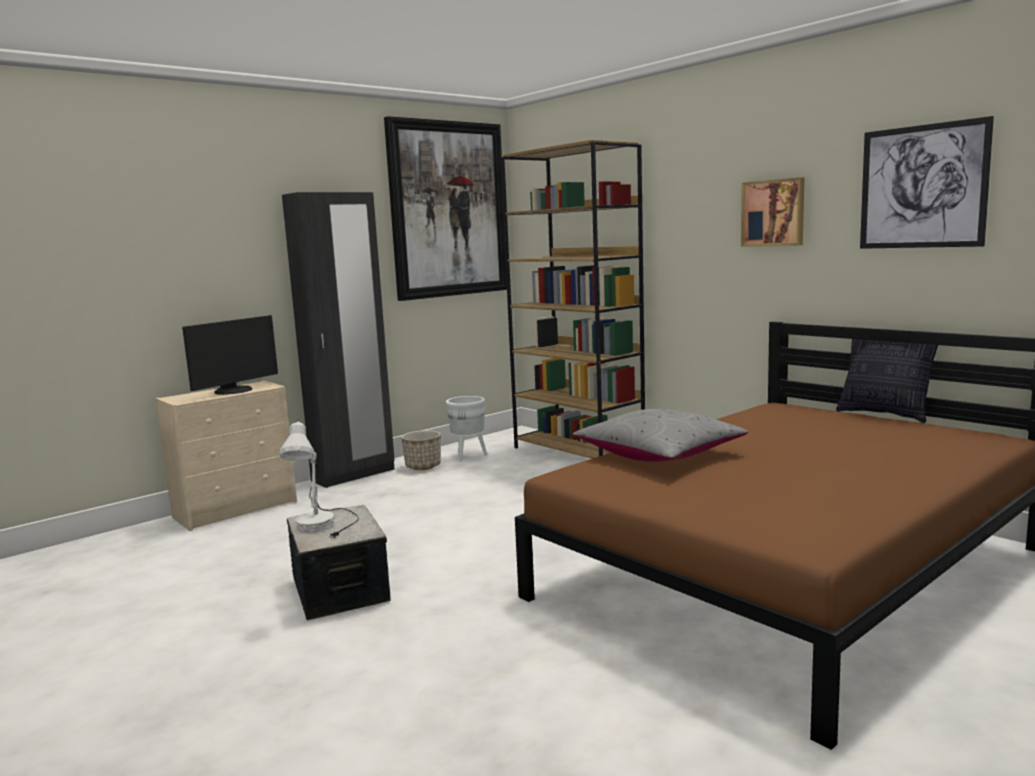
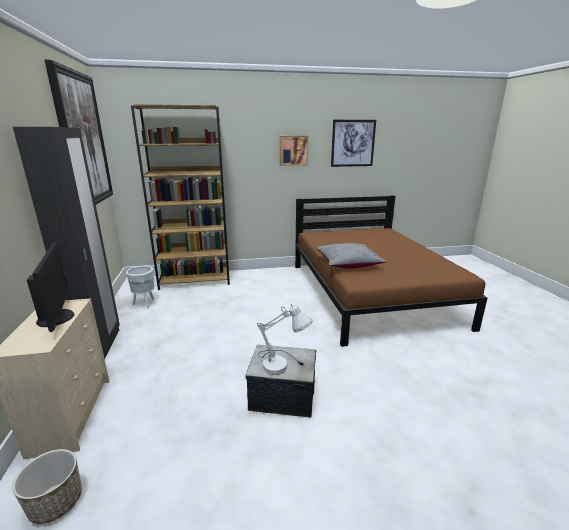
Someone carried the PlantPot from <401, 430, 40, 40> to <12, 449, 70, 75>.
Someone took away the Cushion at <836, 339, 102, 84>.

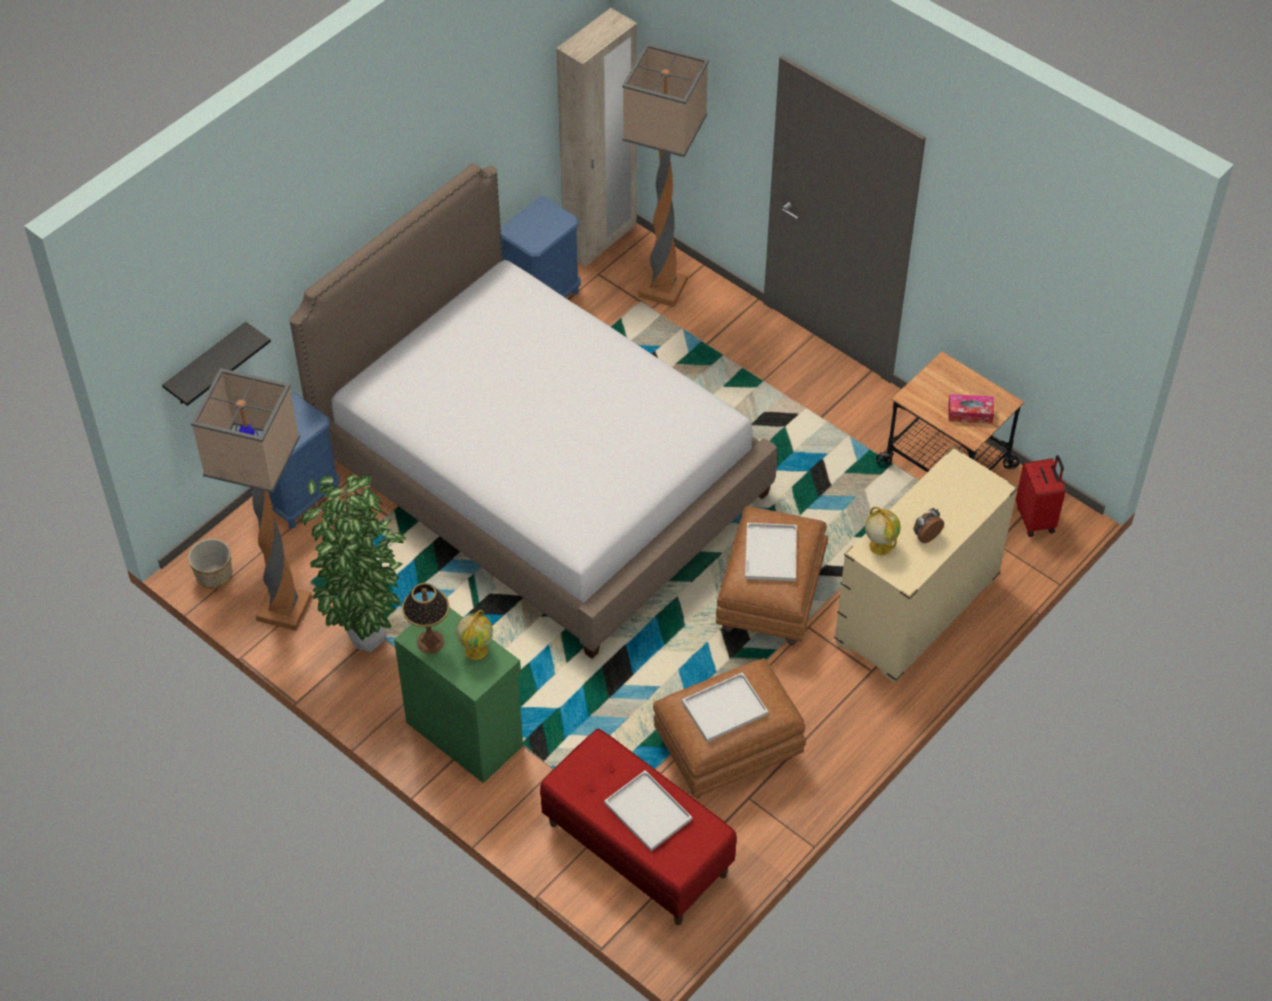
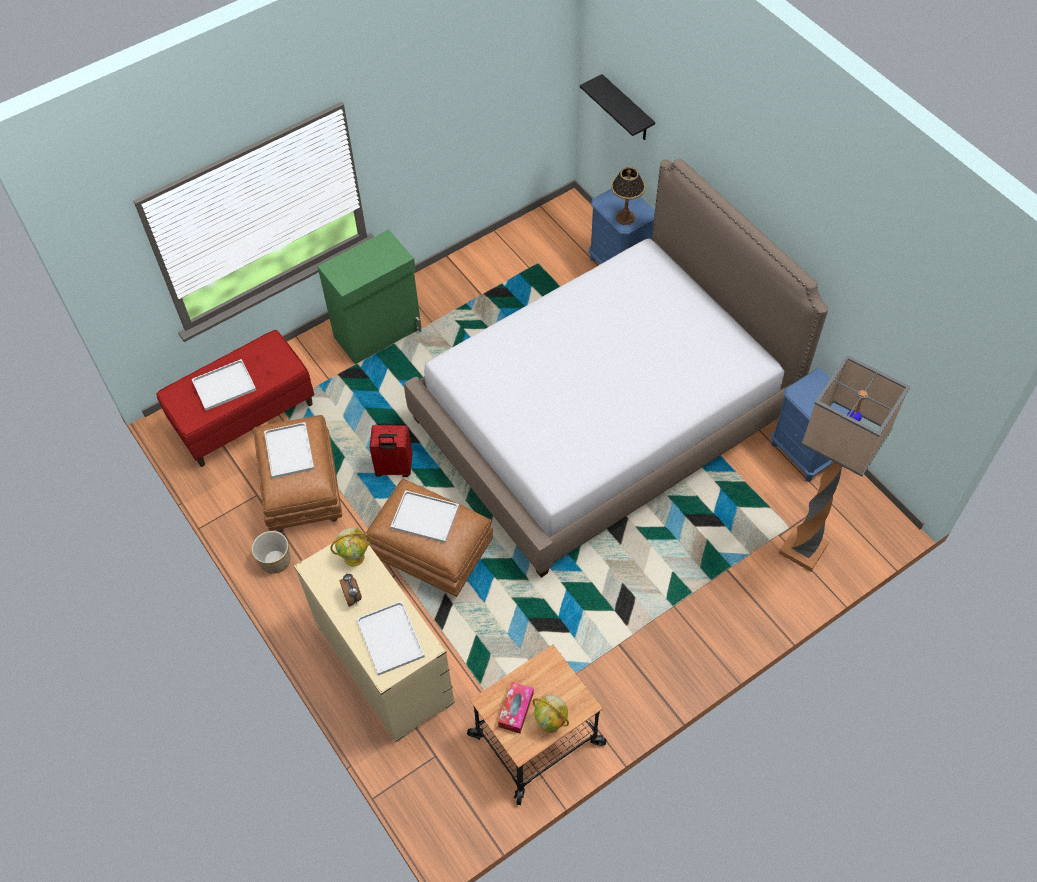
Someone carried the PlantPot from <188, 539, 44, 50> to <252, 531, 38, 43>.
Someone took away the FloorLamp at <191, 368, 121, 263>.
Someone took away the PottedPlant at <301, 475, 105, 177>.
Someone carried the TableLamp from <402, 583, 48, 71> to <611, 167, 35, 58>.
Someone carried the WorldGlobe from <457, 610, 36, 50> to <532, 696, 37, 37>.
Someone took away the SandColouredWardrobe at <556, 8, 81, 259>.
Someone carried the RedColouredTravelCase from <1016, 455, 50, 82> to <369, 425, 44, 52>.
Someone put down the WhitishServingTray at <356, 601, 69, 75>.

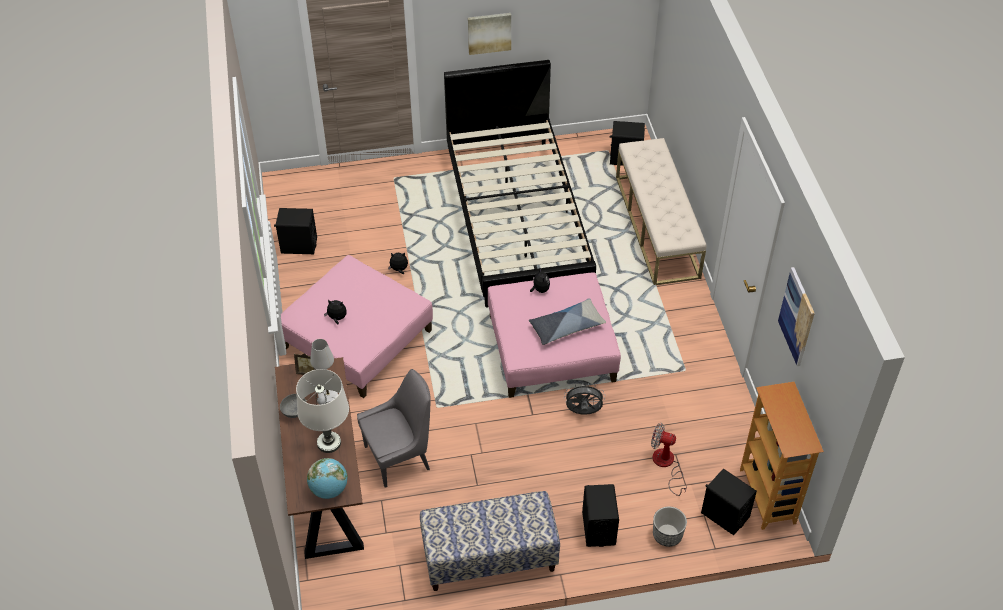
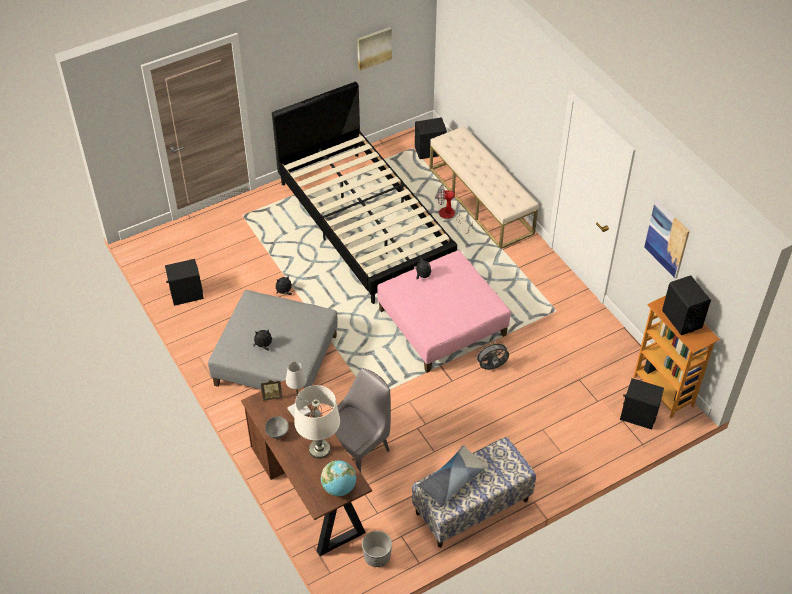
Someone repainted the PinkOttoman at <281, 255, 152, 143>, which became the GreyOttoman at <208, 290, 130, 100>.
Someone carried the Picture from <468, 13, 43, 42> to <357, 27, 35, 43>.
Someone carried the Cushion from <529, 298, 77, 47> to <417, 445, 72, 62>.
Someone carried the BlackishLoudspeaker from <582, 484, 37, 63> to <662, 275, 49, 60>.
Someone carried the Fan from <651, 423, 36, 73> to <438, 185, 35, 49>.
Someone carried the PlantPot from <653, 506, 34, 41> to <362, 531, 30, 36>.

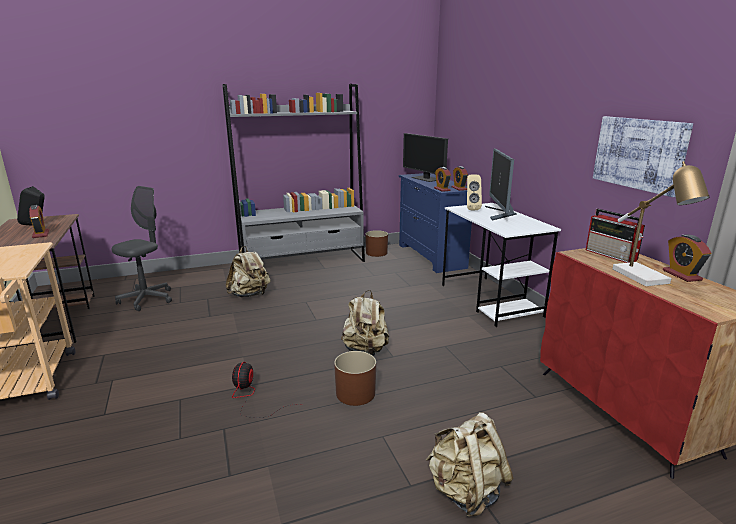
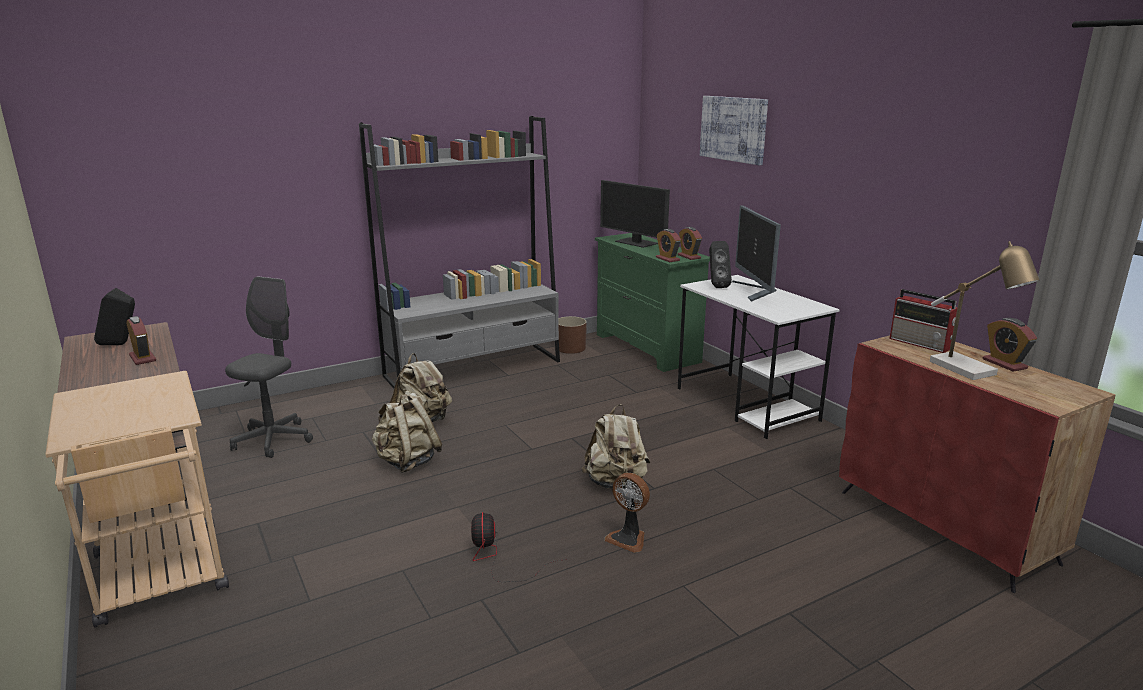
Someone swapped the BrownPlantPot at <334, 351, 42, 55> for the Fan at <605, 473, 45, 80>.
Someone repainted the BluishDresser at <399, 173, 73, 100>, which became the GreenDresser at <595, 233, 115, 139>.
Someone carried the SandColouredBackpack from <426, 412, 87, 105> to <372, 393, 70, 80>.
Someone repainted the SandColouredLoudspeaker at <467, 174, 15, 36>, which became the BlackishLoudspeaker at <709, 241, 23, 47>.
Someone carried the Picture from <593, 116, 100, 81> to <700, 96, 68, 69>.

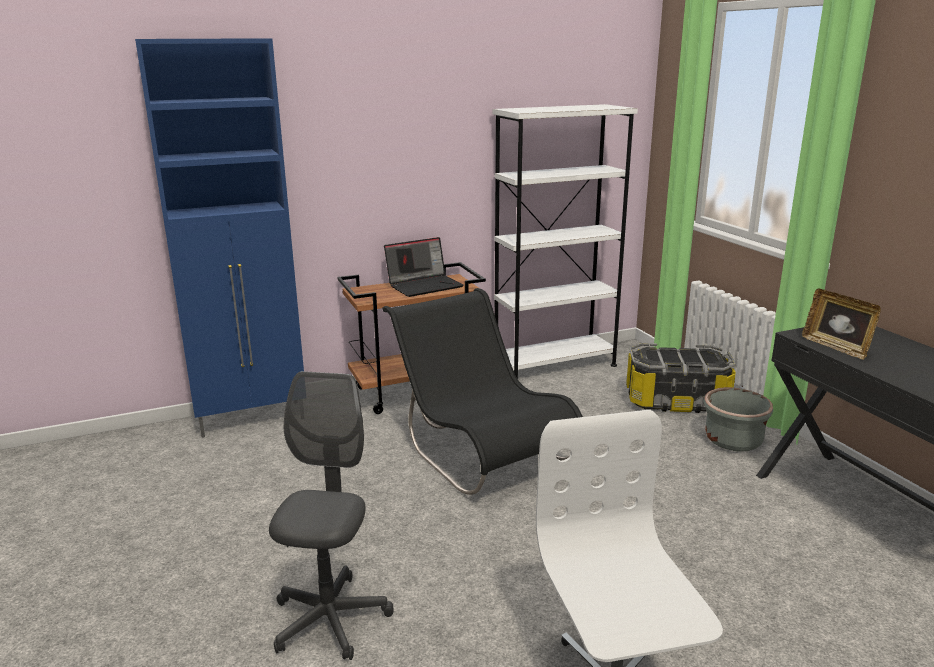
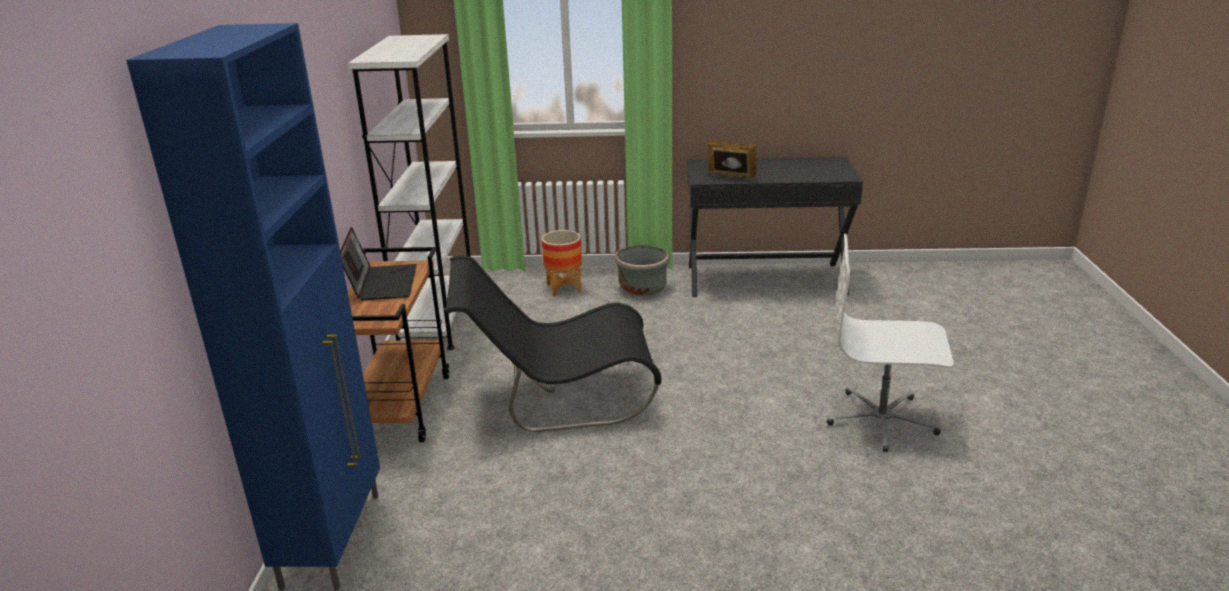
Someone took away the GreyDeskChair at <269, 371, 125, 289>.
Someone swapped the StorageBox at <626, 343, 110, 70> for the PlantPot at <542, 230, 40, 66>.
Someone rotated the PhotoFrame at <802, 289, 79, 71> by 150 degrees counterclockwise.

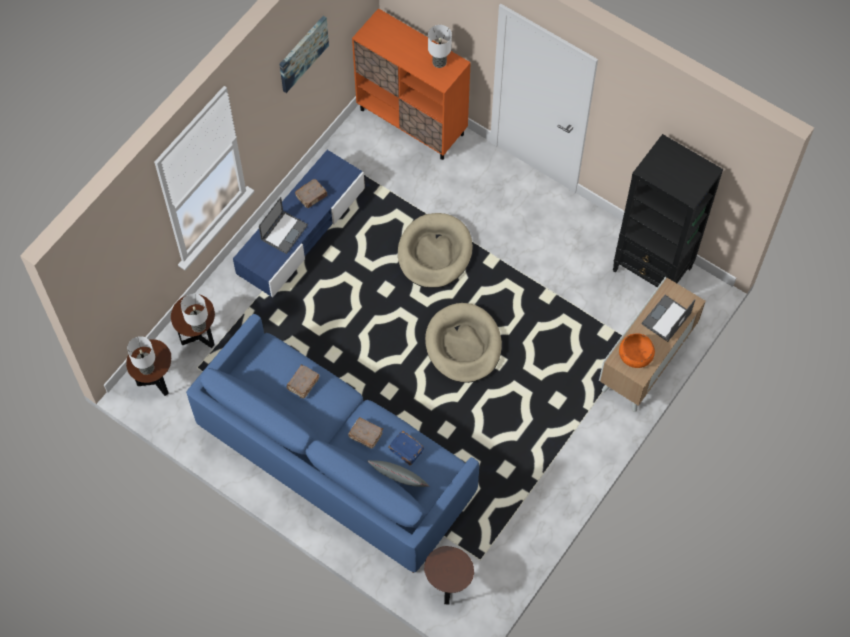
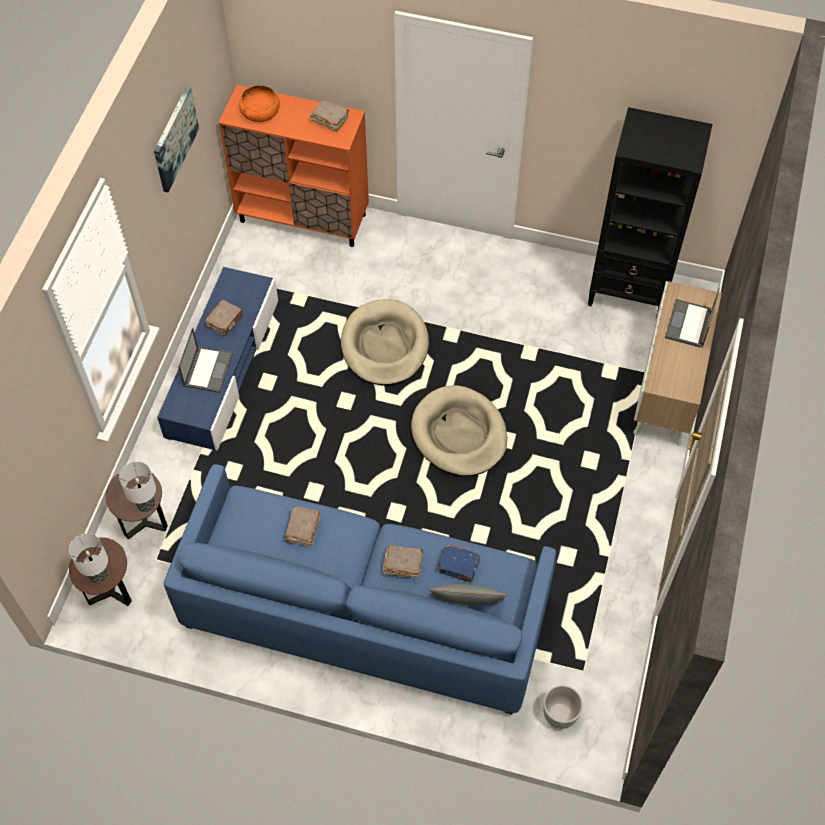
Someone swapped the BrownSideTable at <424, 546, 50, 59> for the GreyPlantPot at <543, 685, 40, 44>.
Someone swapped the TableLamp at <428, 25, 24, 43> for the BrownVolume at <310, 99, 39, 32>.
Someone carried the OrangeColouredBowl from <619, 333, 36, 35> to <239, 85, 41, 37>.

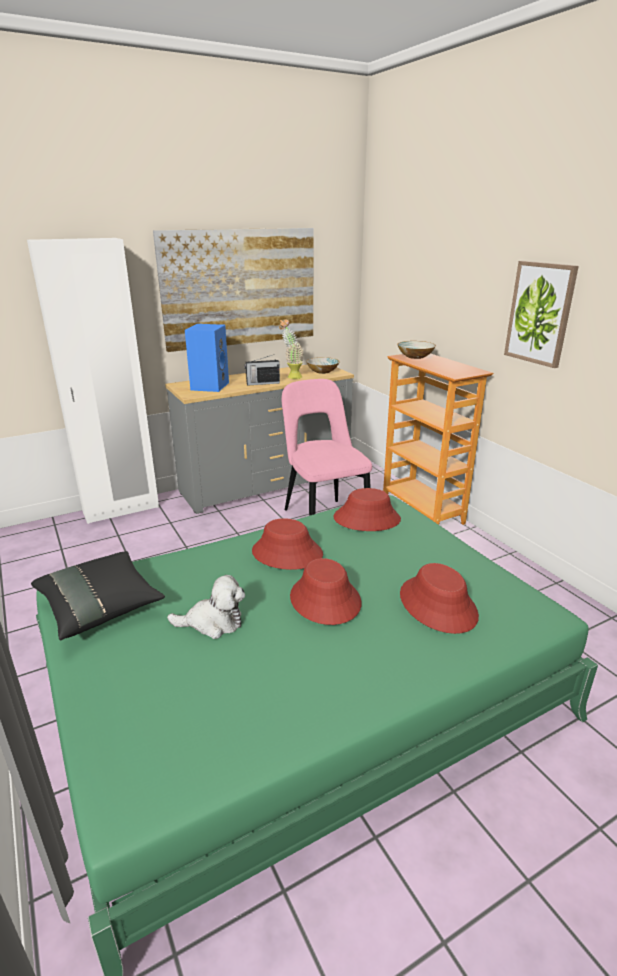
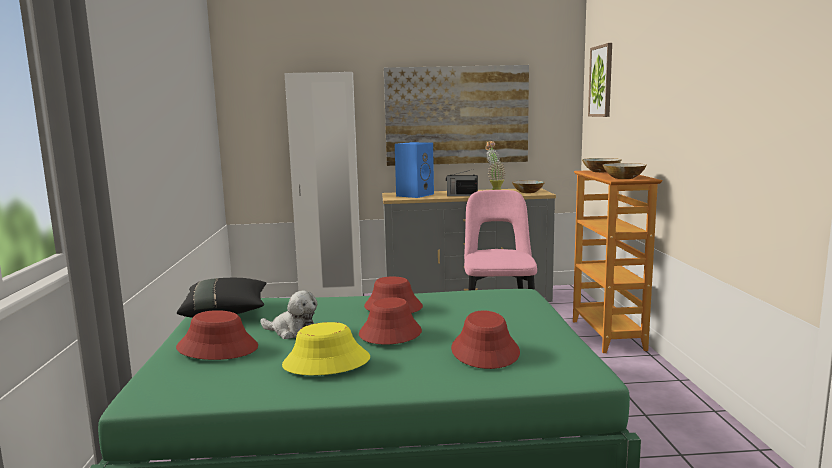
Someone carried the RedColouredWearableHat from <333, 488, 68, 43> to <176, 310, 82, 50>.
Someone carried the Picture from <504, 261, 75, 107> to <588, 43, 24, 74>.
Someone put down the YellowColouredWearableHat at <282, 322, 88, 53>.
Someone put down the Bowl at <603, 163, 44, 16>.

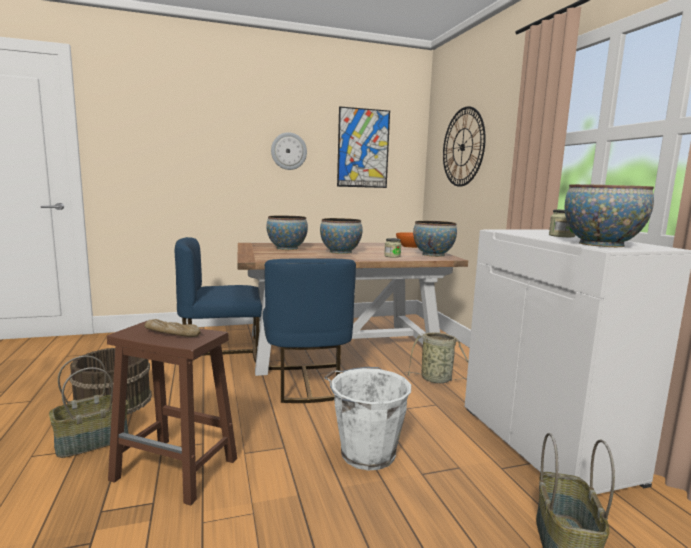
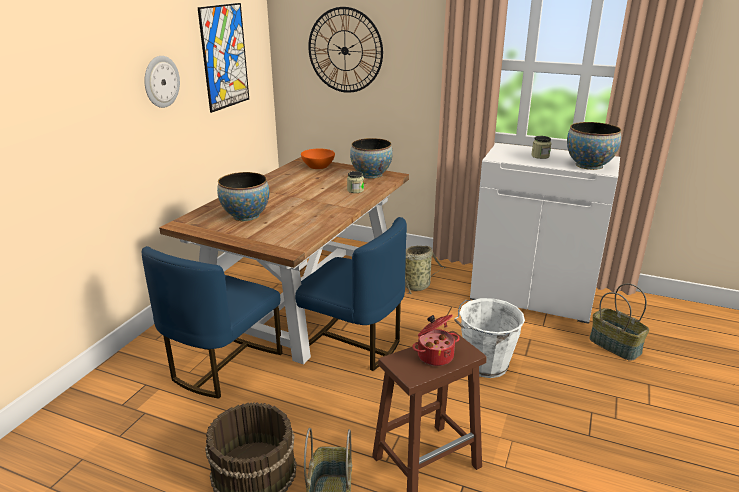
Someone swapped the Bread at <145, 319, 56, 18> for the Saucepot at <412, 314, 48, 52>.
Someone took away the Bowl at <320, 218, 43, 36>.

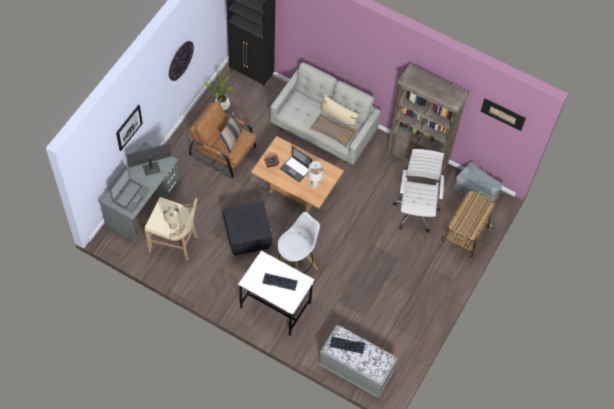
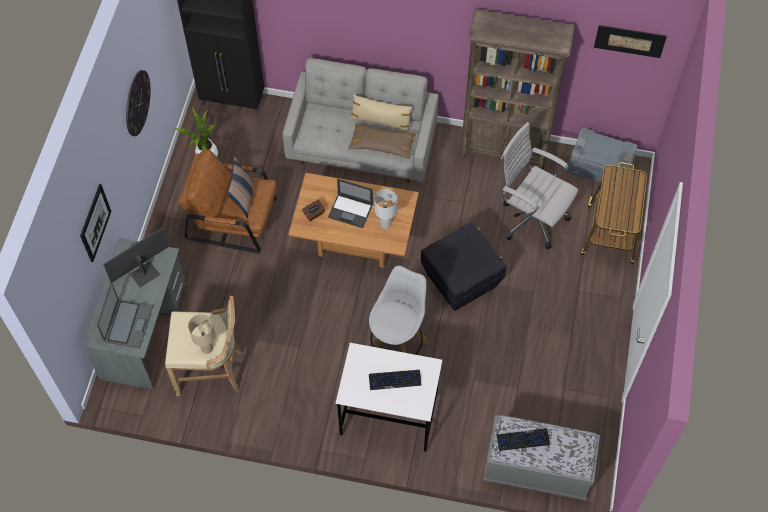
Someone carried the BlackishStorageBox from <223, 201, 50, 55> to <421, 222, 86, 89>.
Someone rotated the WhitishDeskChair at <393, 149, 51, 84> by 45 degrees counterclockwise.

